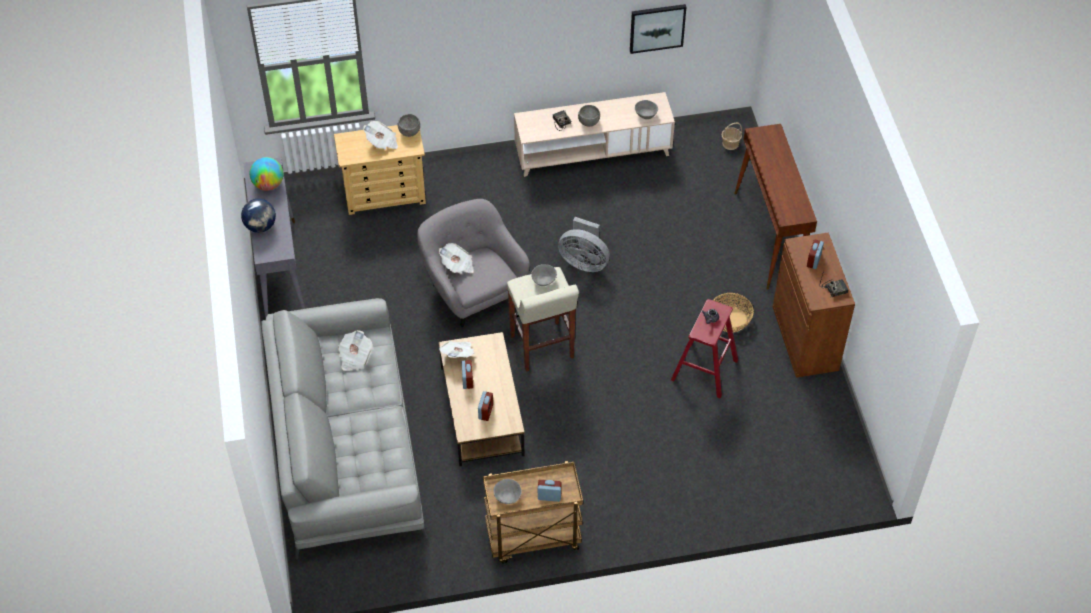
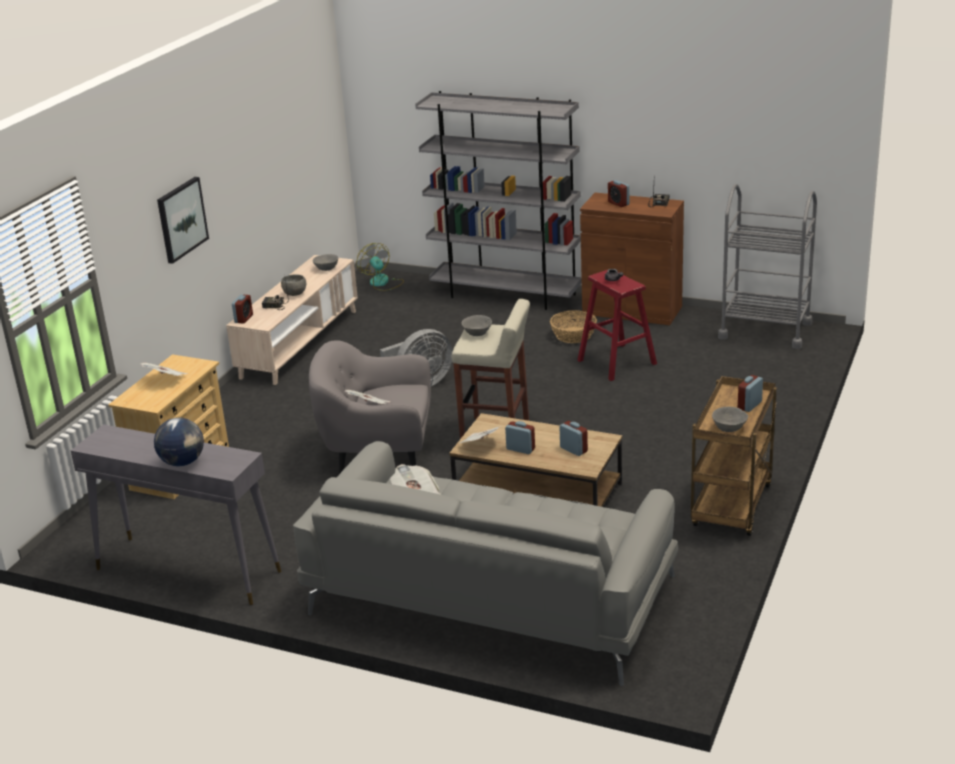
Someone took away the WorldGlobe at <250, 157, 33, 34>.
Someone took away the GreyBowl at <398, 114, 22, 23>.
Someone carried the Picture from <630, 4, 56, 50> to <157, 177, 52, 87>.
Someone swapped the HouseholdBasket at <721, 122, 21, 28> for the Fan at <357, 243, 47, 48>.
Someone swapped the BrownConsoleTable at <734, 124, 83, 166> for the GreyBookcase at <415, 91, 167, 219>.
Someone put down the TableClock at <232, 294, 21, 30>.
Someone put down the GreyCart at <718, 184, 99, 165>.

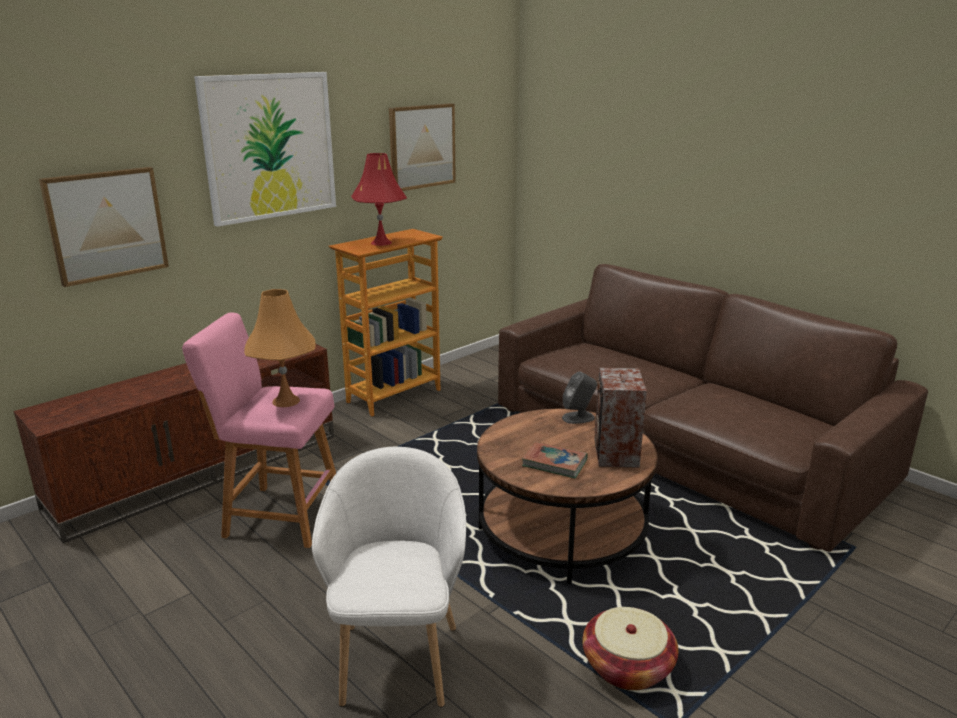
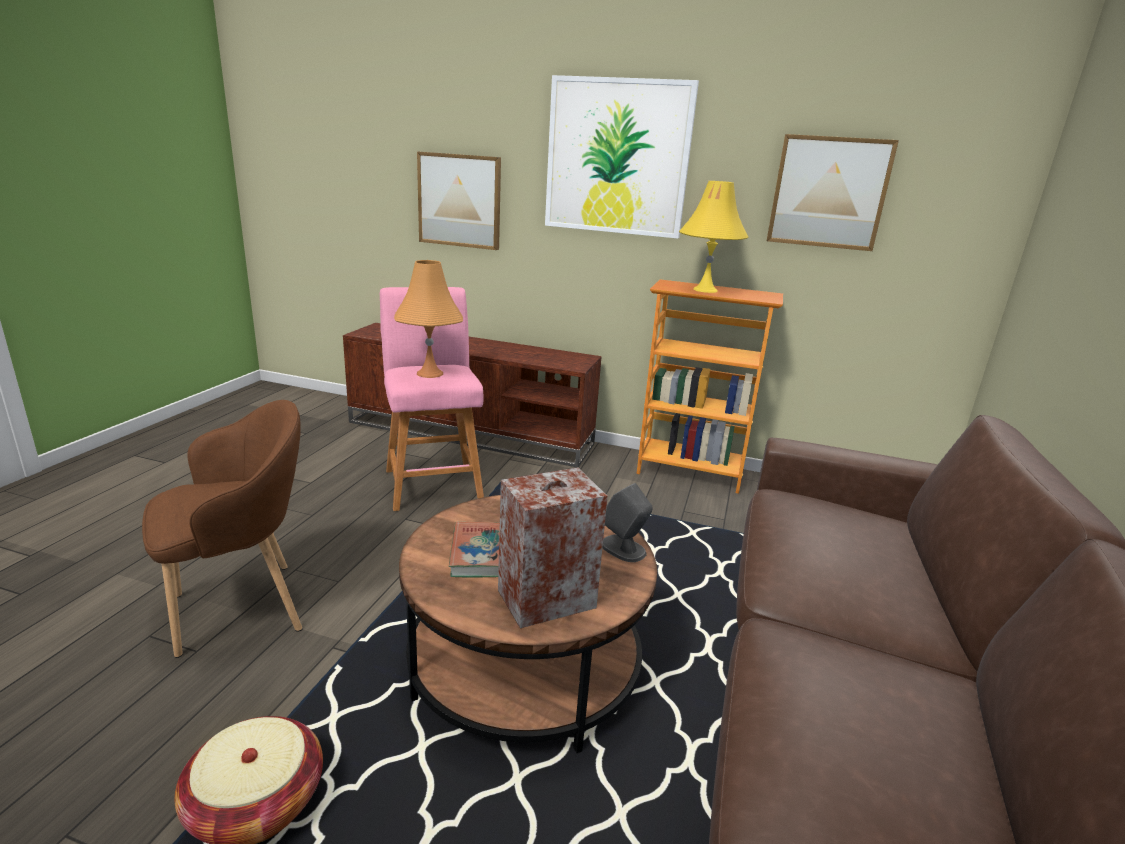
Someone repainted the WhitishArmchair at <312, 447, 154, 261>, which became the BrownArmchair at <142, 400, 161, 258>.
Someone repainted the RedColouredTableLamp at <351, 153, 56, 93>, which became the YellowColouredTableLamp at <679, 181, 69, 112>.

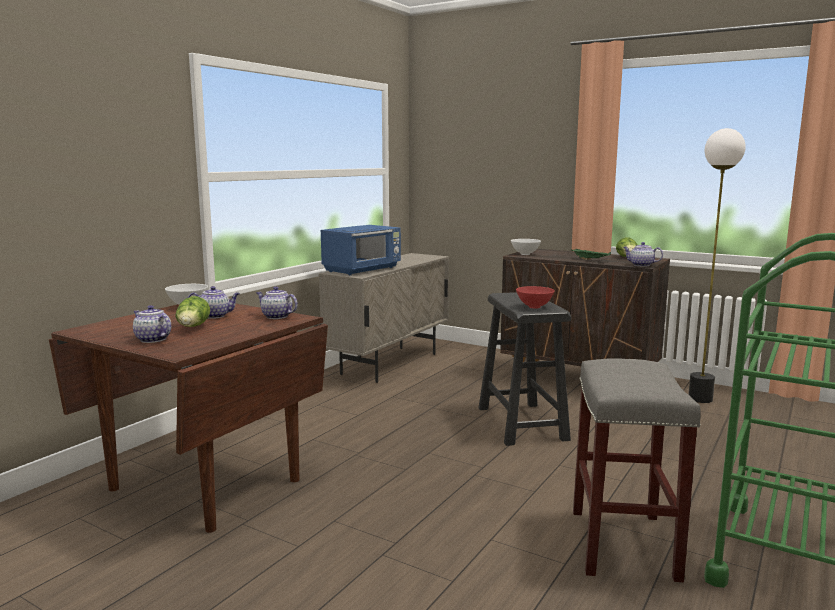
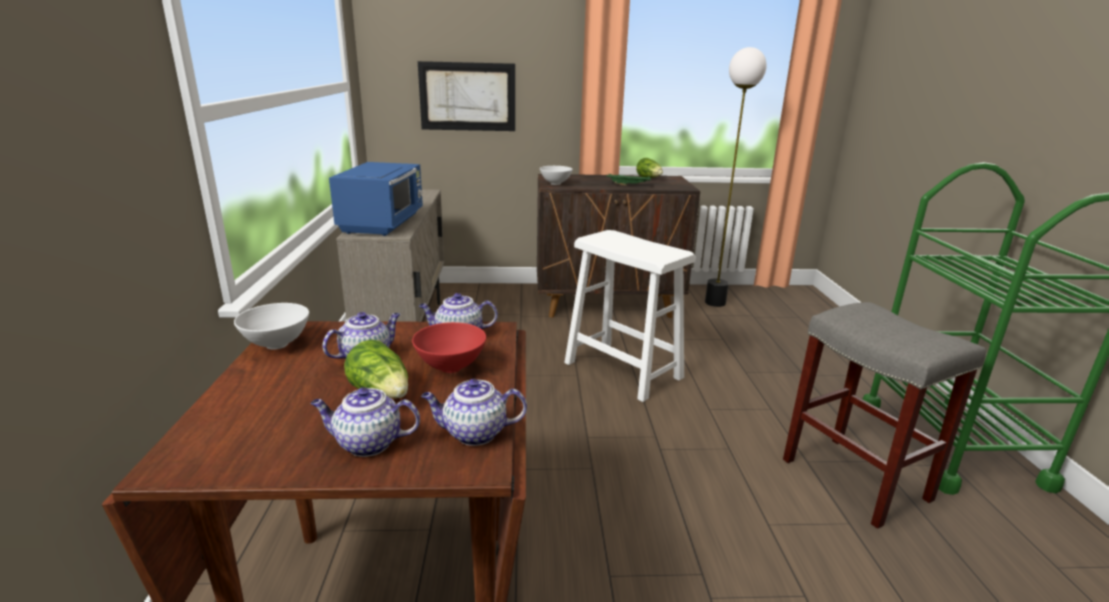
Someone repainted the BlackishStool at <479, 292, 92, 154>, which became the WhitishStool at <564, 230, 132, 172>.
Someone carried the RedColouredBowl from <516, 286, 39, 23> to <412, 322, 74, 51>.
Someone carried the Teapot from <623, 242, 40, 25> to <421, 379, 106, 67>.
Someone put up the Picture at <418, 61, 97, 70>.

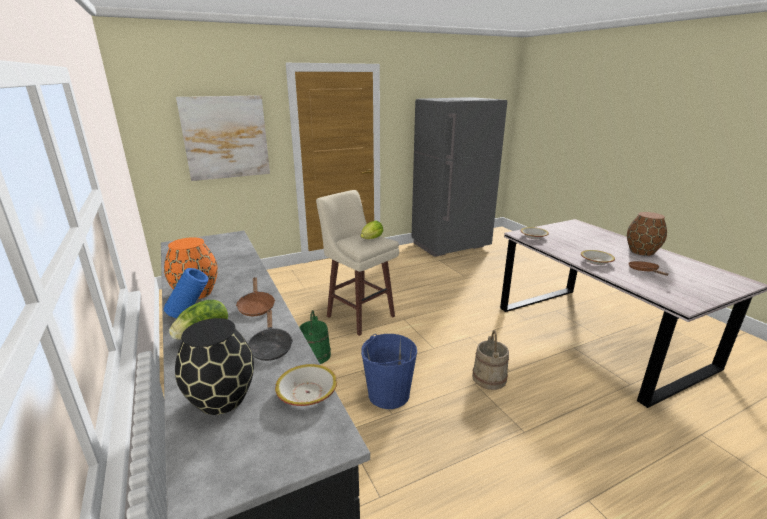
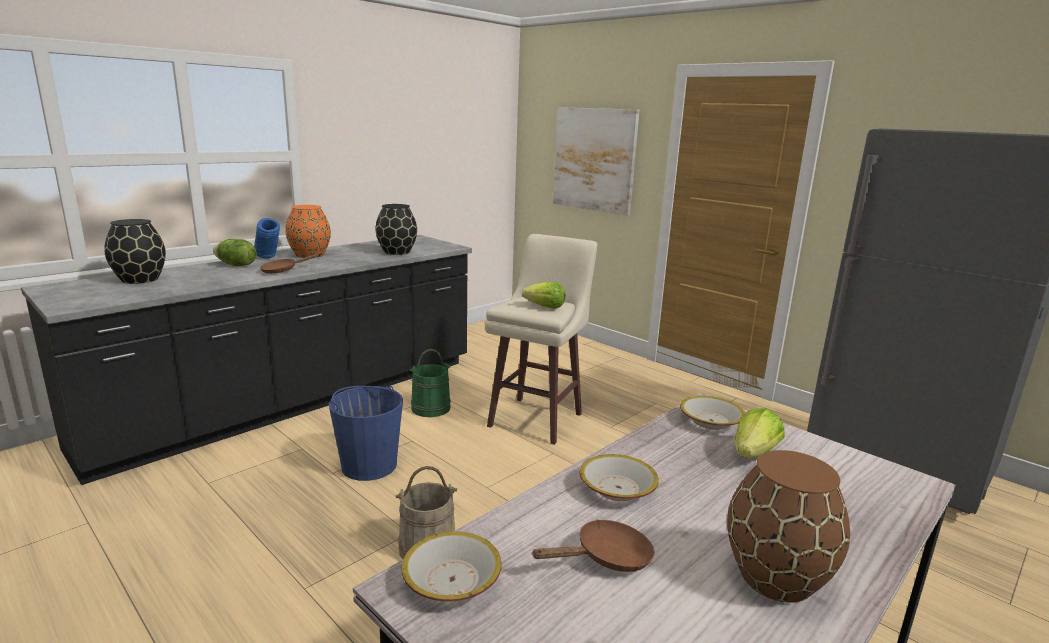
Someone took away the BlackishFryingPan at <248, 309, 45, 52>.
Someone carried the Bowl from <275, 364, 62, 42> to <402, 531, 100, 71>.
Someone put down the BlackishFlowerVase at <375, 204, 42, 51>.
Someone put down the Lettuce at <734, 408, 51, 50>.

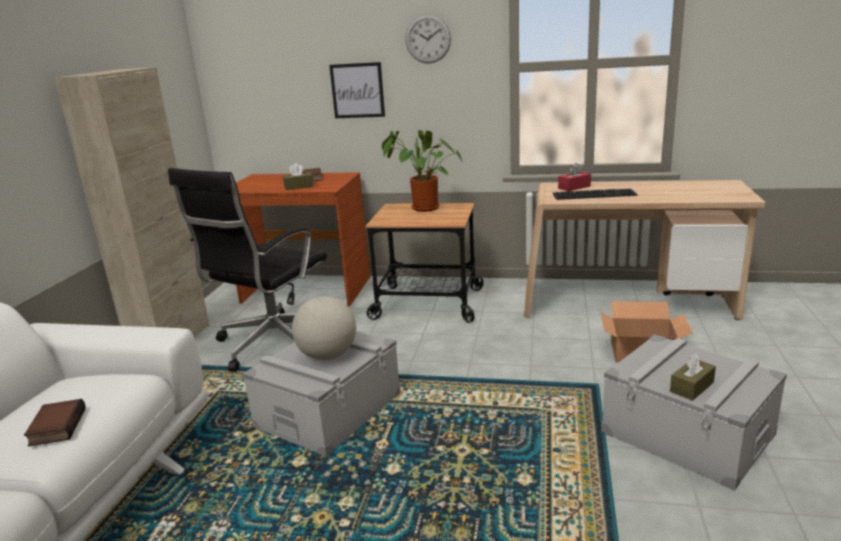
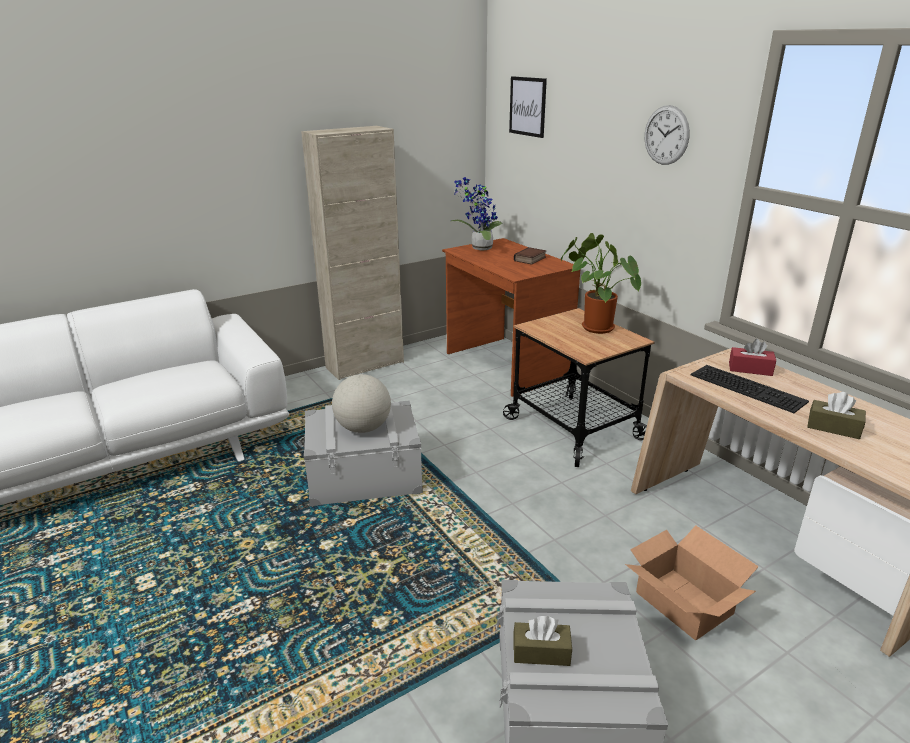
Someone took away the Volume at <24, 399, 62, 47>.
Someone took away the BlackishDeskChair at <168, 168, 159, 204>.
Someone carried the BrownTissueHolder from <283, 163, 31, 27> to <807, 392, 59, 47>.
Someone carried the Picture from <329, 62, 56, 56> to <509, 76, 38, 62>.
Someone put down the PottedPlant at <451, 177, 52, 73>.

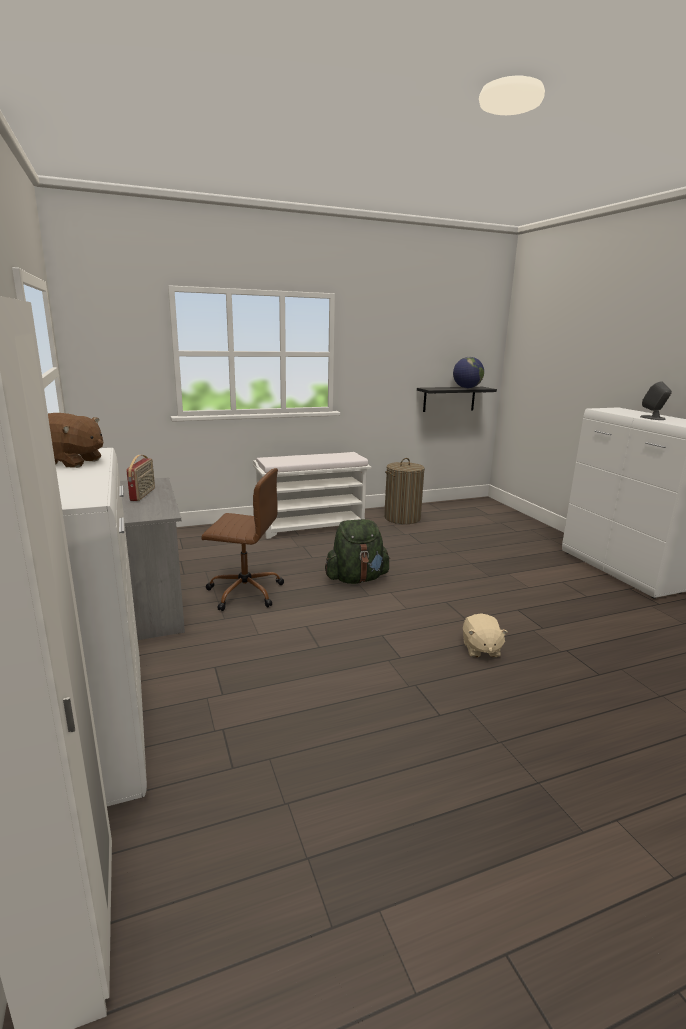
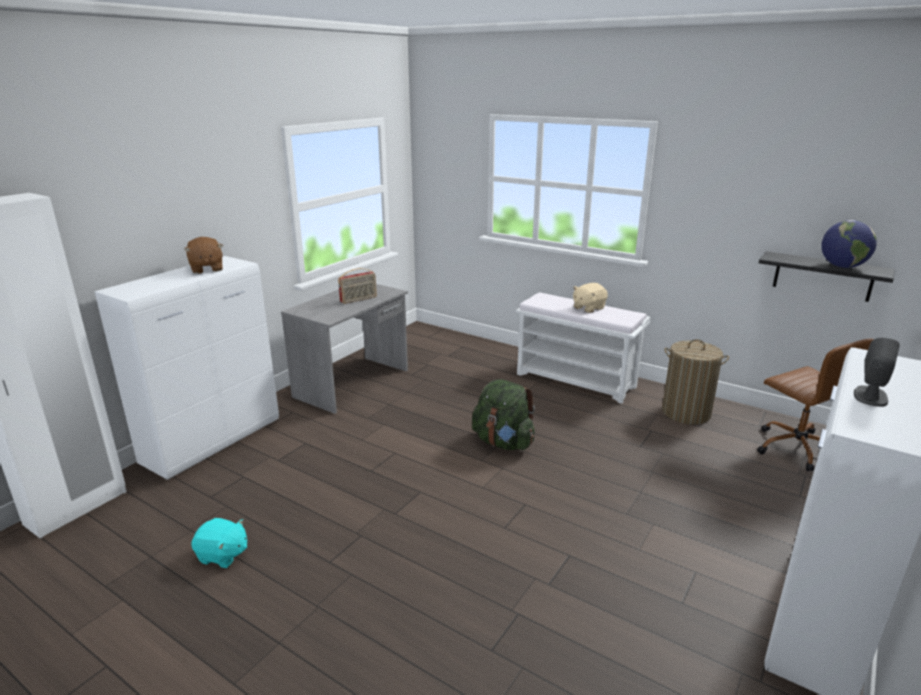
Someone carried the BrownDeskChair from <201, 468, 83, 143> to <757, 339, 117, 133>.
Someone carried the SandColouredCuddlyToy from <463, 614, 45, 43> to <573, 283, 35, 30>.
Someone put down the TurquoiseColouredCuddlyToy at <191, 518, 56, 50>.

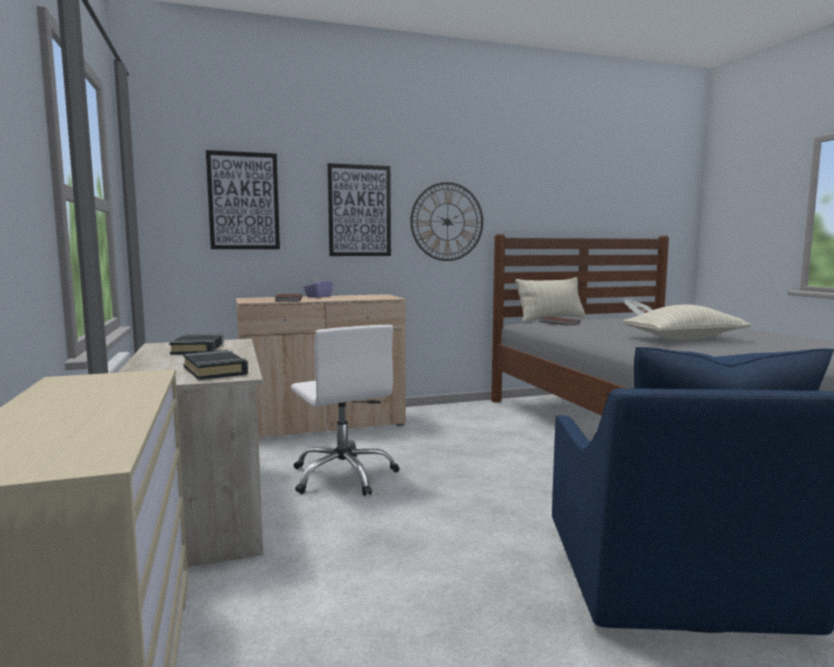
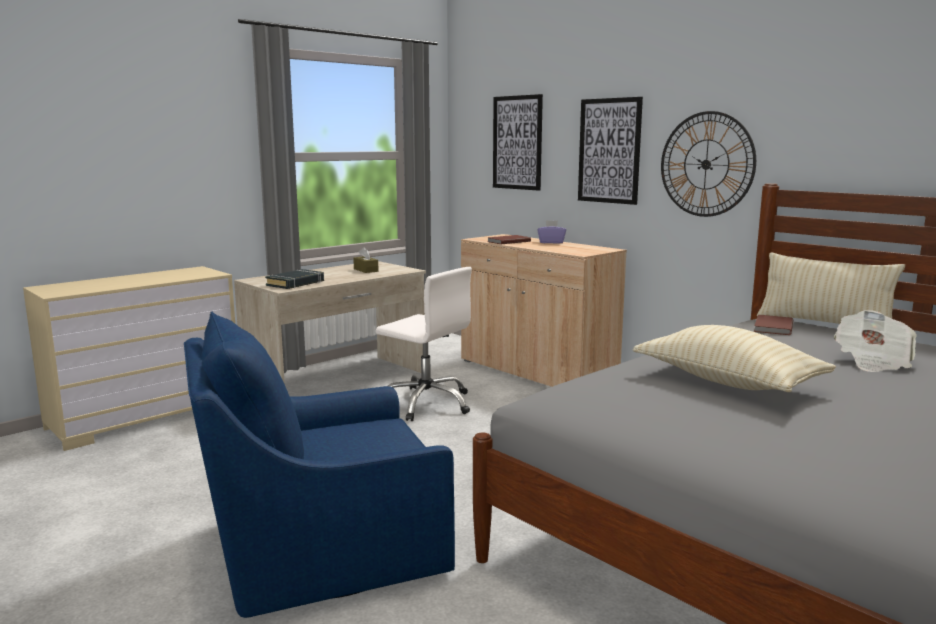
Someone swapped the BlackishVolume at <169, 333, 55, 22> for the BrownTissueHolder at <353, 247, 26, 26>.
Someone rotated the WhitishDeskChair at <291, 325, 108, 171> by 90 degrees counterclockwise.

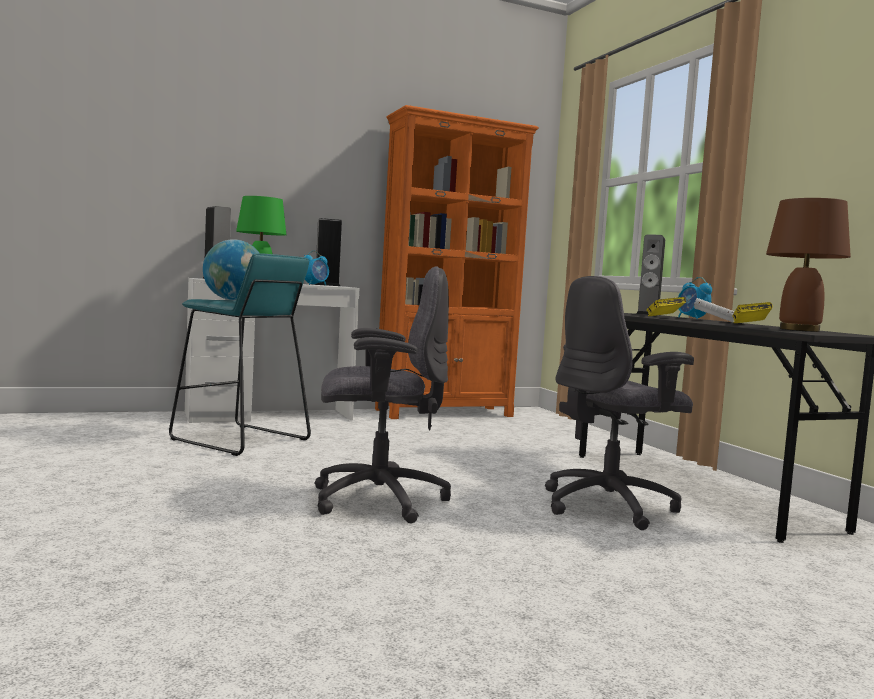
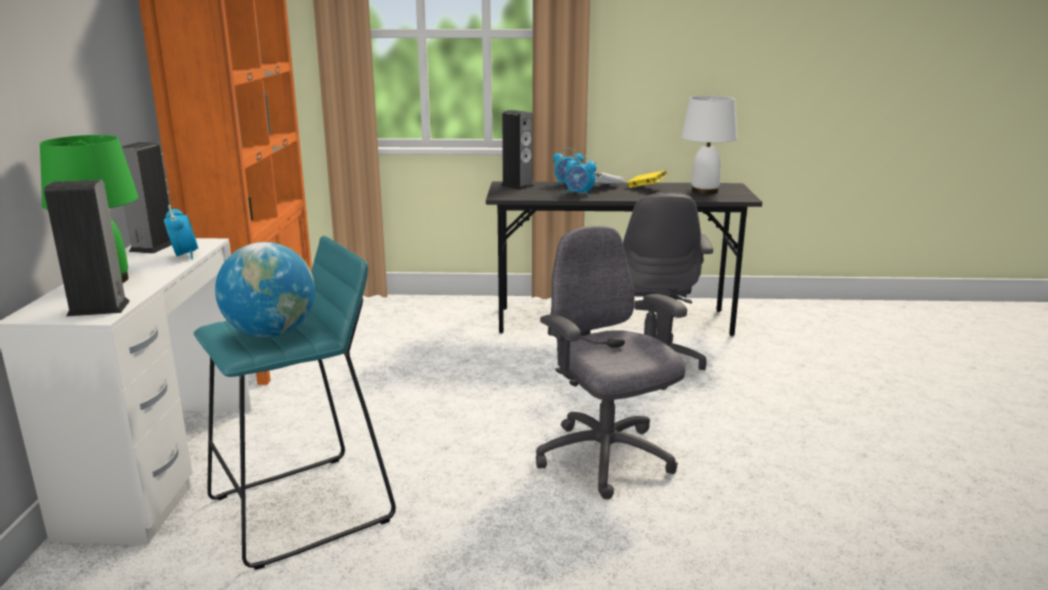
Someone rotated the GreyDeskChair at <314, 266, 137, 258> by 45 degrees counterclockwise.
Someone swapped the YellowColouredVolume at <646, 297, 40, 19> for the TableClock at <565, 155, 32, 41>.
Someone repainted the BrownTableLamp at <766, 198, 85, 134>, which became the WhitishTableLamp at <681, 96, 56, 98>.

